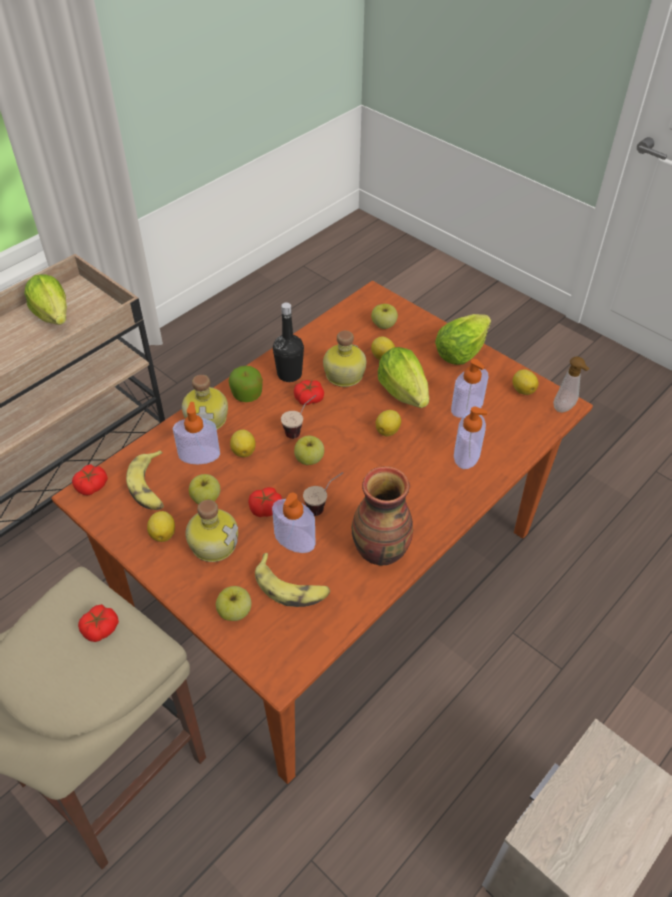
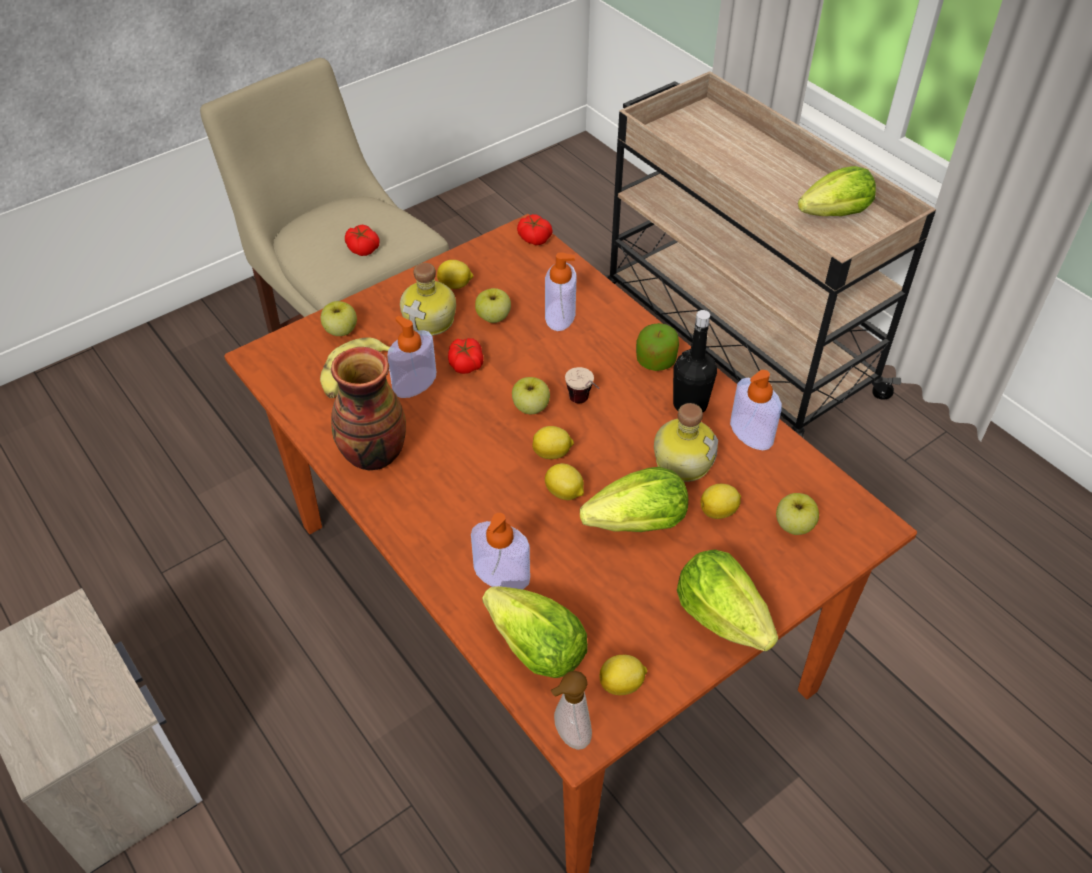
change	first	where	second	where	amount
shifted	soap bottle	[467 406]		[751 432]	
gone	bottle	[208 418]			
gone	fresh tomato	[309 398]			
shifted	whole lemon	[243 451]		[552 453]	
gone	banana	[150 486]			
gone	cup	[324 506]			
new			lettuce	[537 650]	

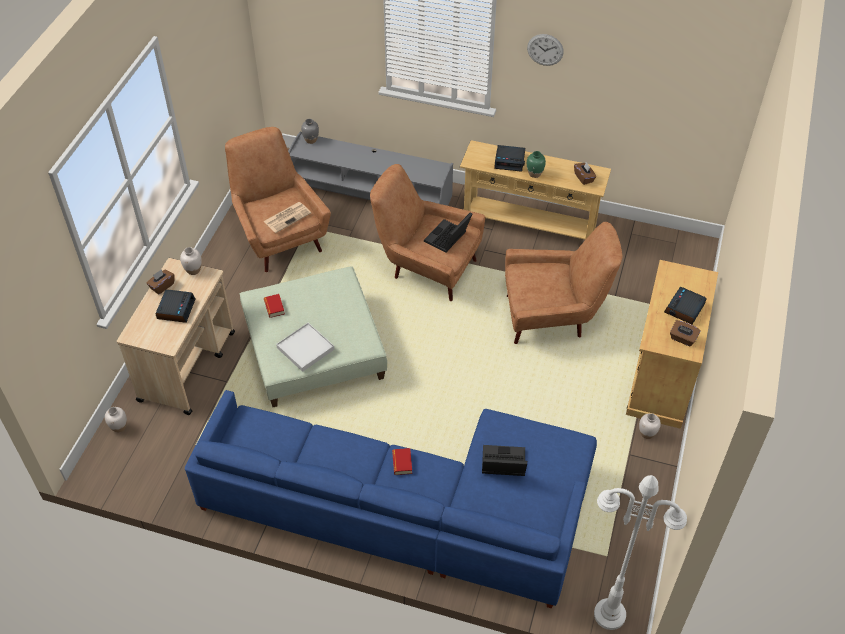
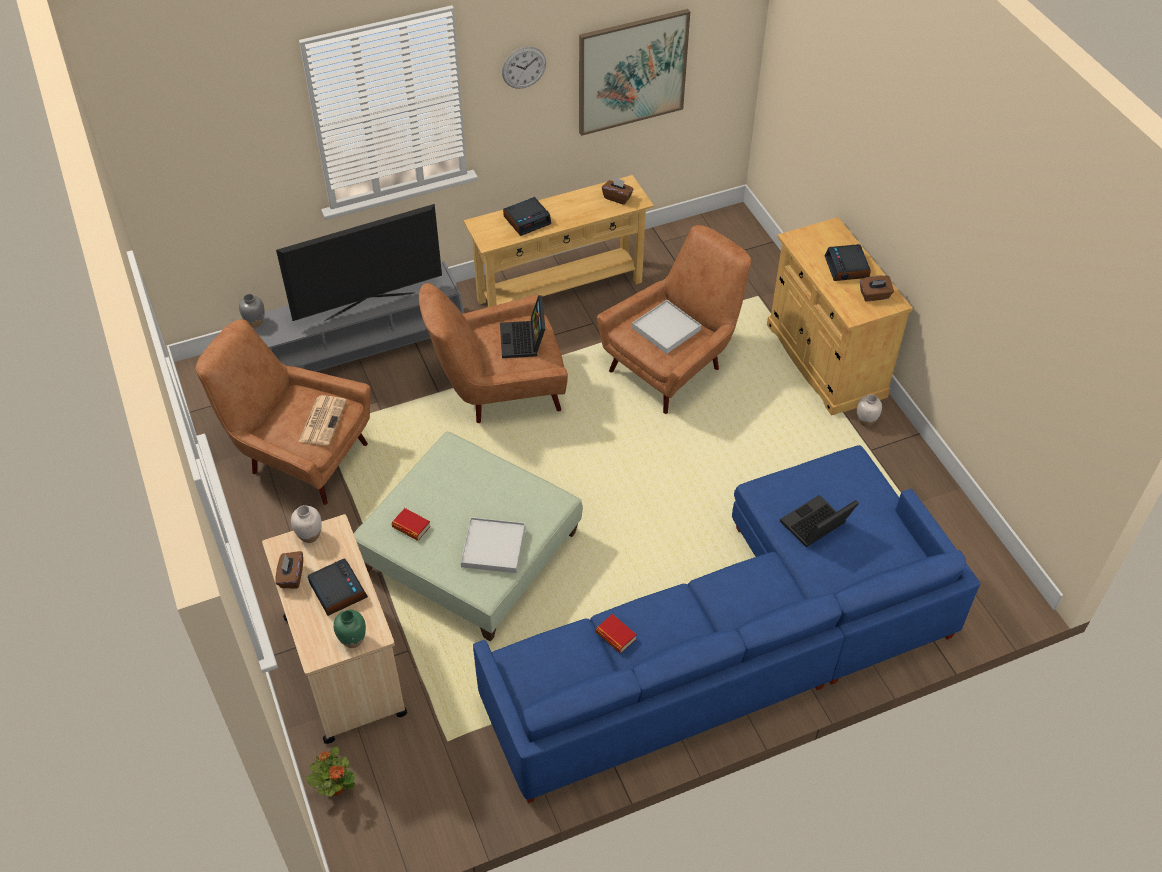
change	first	where	second	where	amount
shifted	green-coloured decorative vase	[534 174]		[352 640]	
swapped	white-coloured decorative vase	[119 427]	potted plant	[335 787]	
shifted	volume	[402 463]		[615 636]	
gone	white-coloured standard lamp	[609 614]			
new			picture	[632 72]	
new			TV	[369 305]	
new			white-coloured tray	[666 329]	

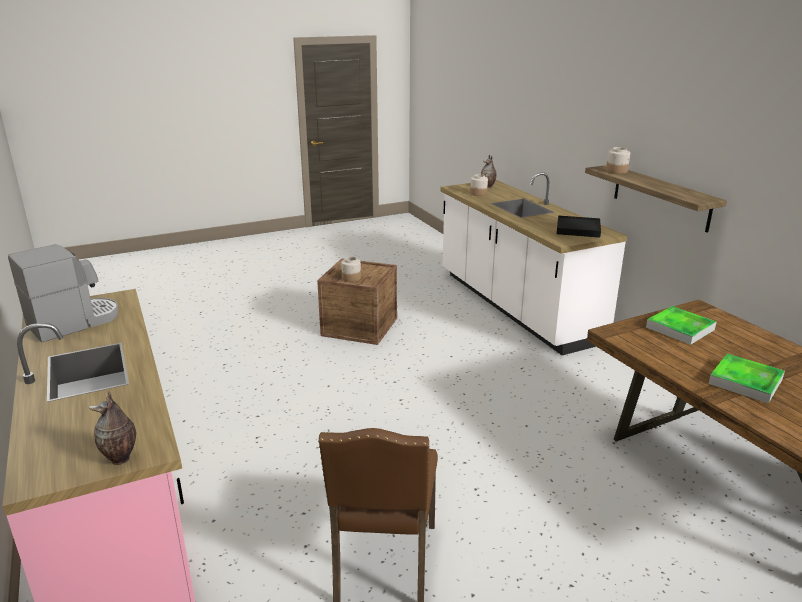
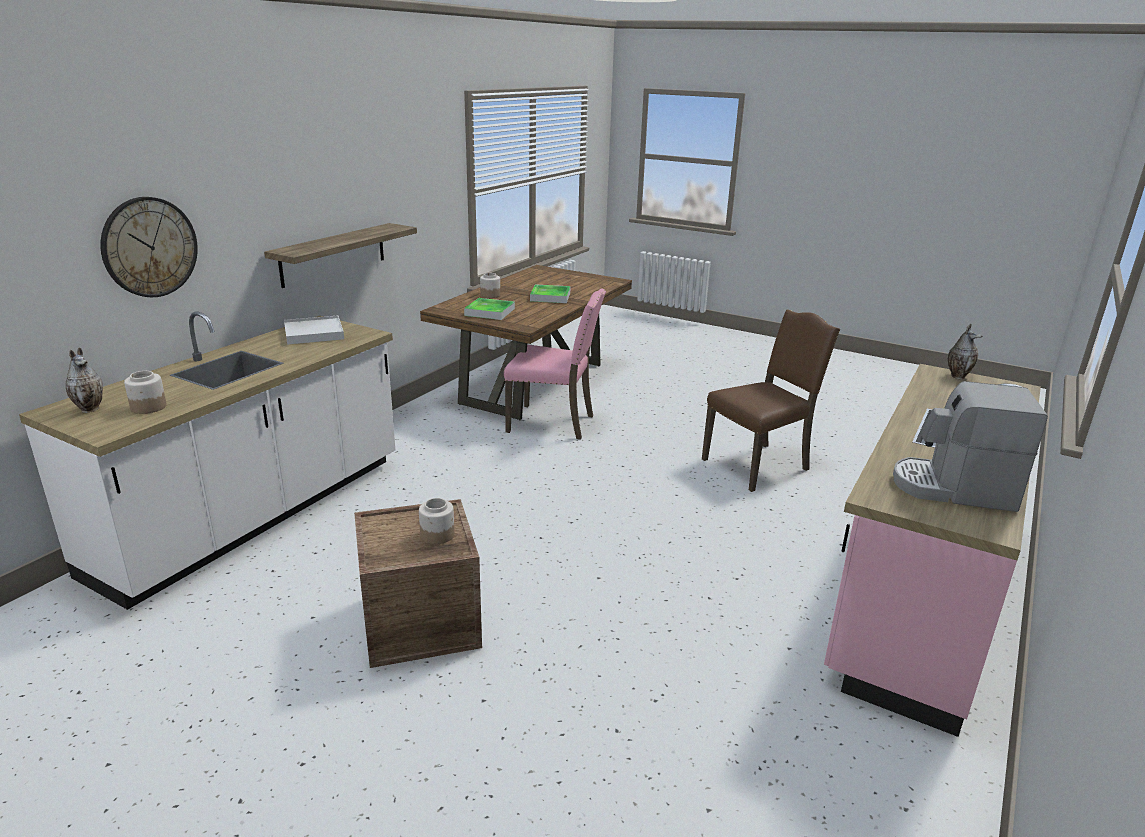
change	first	where	second	where	amount
shifted	preserve jar	[617 171]		[490 295]	
repainted	blackish tray	[578 229]	white-coloured tray	[314 333]	
new			wall clock	[149 247]	
new			pinkish chair	[553 423]	

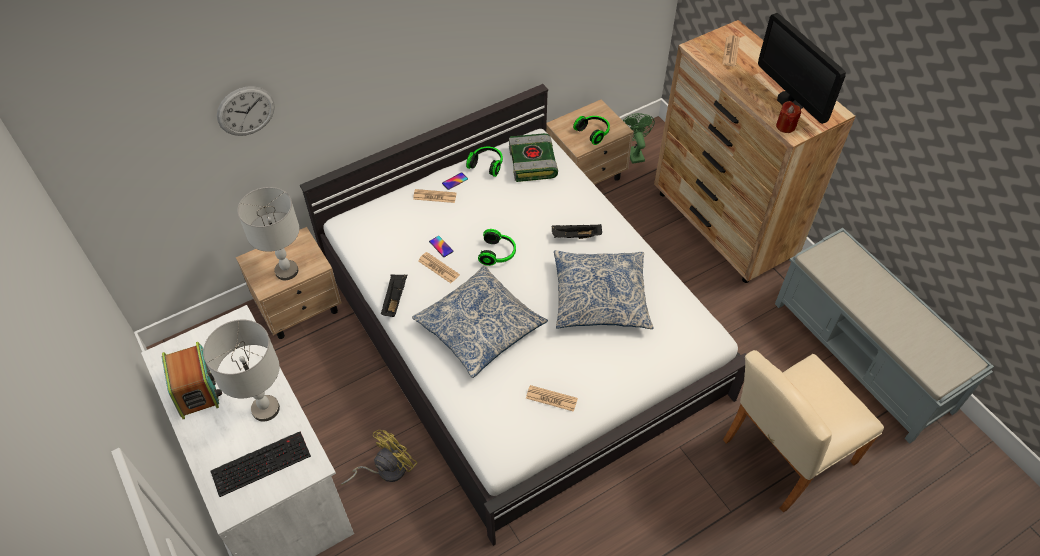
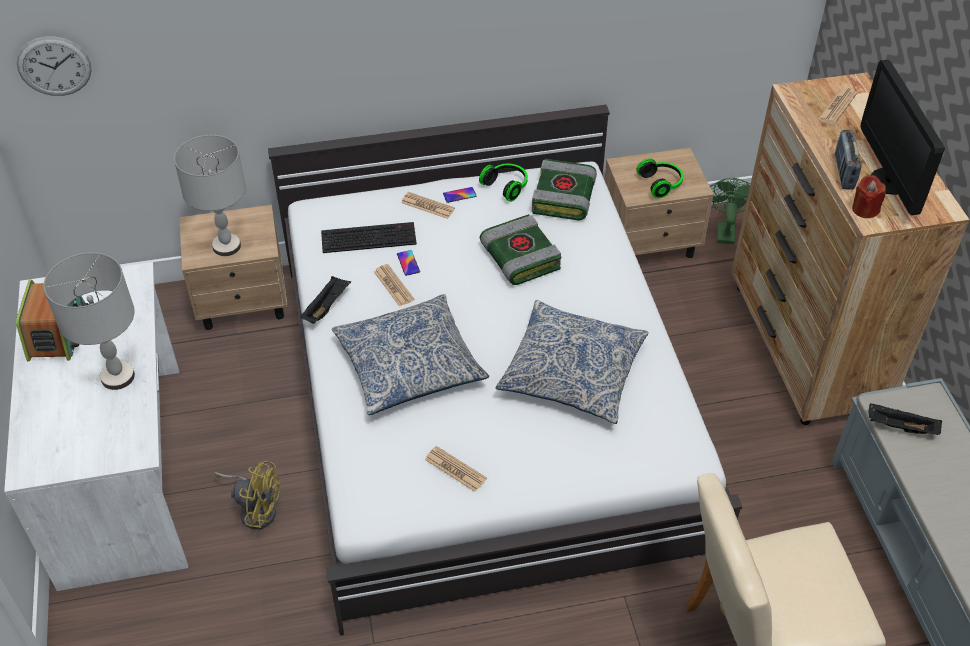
change	first	where	second	where	amount
shifted	wall clock	[246 111]		[54 66]	
shifted	blackish tray	[575 236]		[900 427]	
gone	pair of headphones	[498 253]			
rotated	yellow-coloured cooling fan	[385 470]		[255 509]	45 degrees clockwise
shifted	PC keyboard	[261 462]		[369 237]	
new			radio receiver	[843 172]	
new			volume	[518 257]	

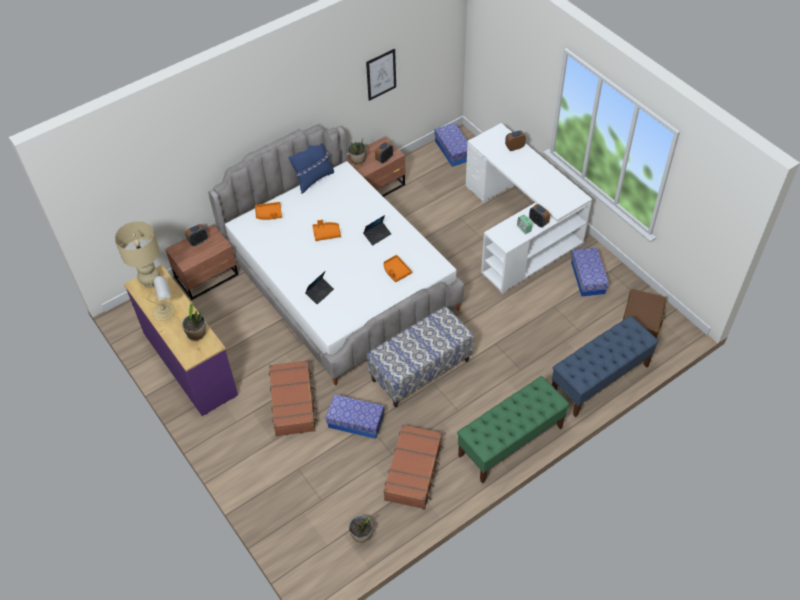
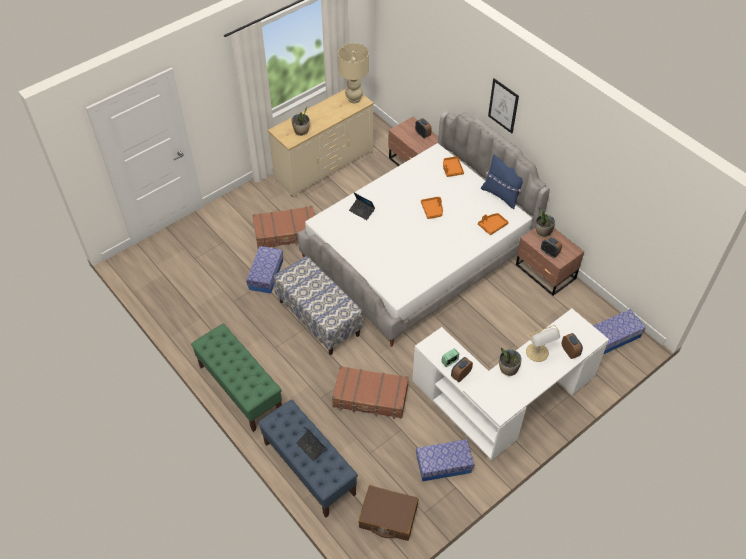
change	first	where	second	where	amount
shifted	picture	[381 74]		[503 106]	
shifted	portable computer	[377 235]		[311 447]	
shifted	orange-coloured tray	[396 271]		[492 225]	
repainted	purplish dresser	[189 364]	beige dresser	[324 166]	
shifted	lamp for a table	[165 311]		[538 353]	
shifted	brown suitcase	[414 471]		[370 397]	
shifted	potted plant	[362 535]		[508 369]	

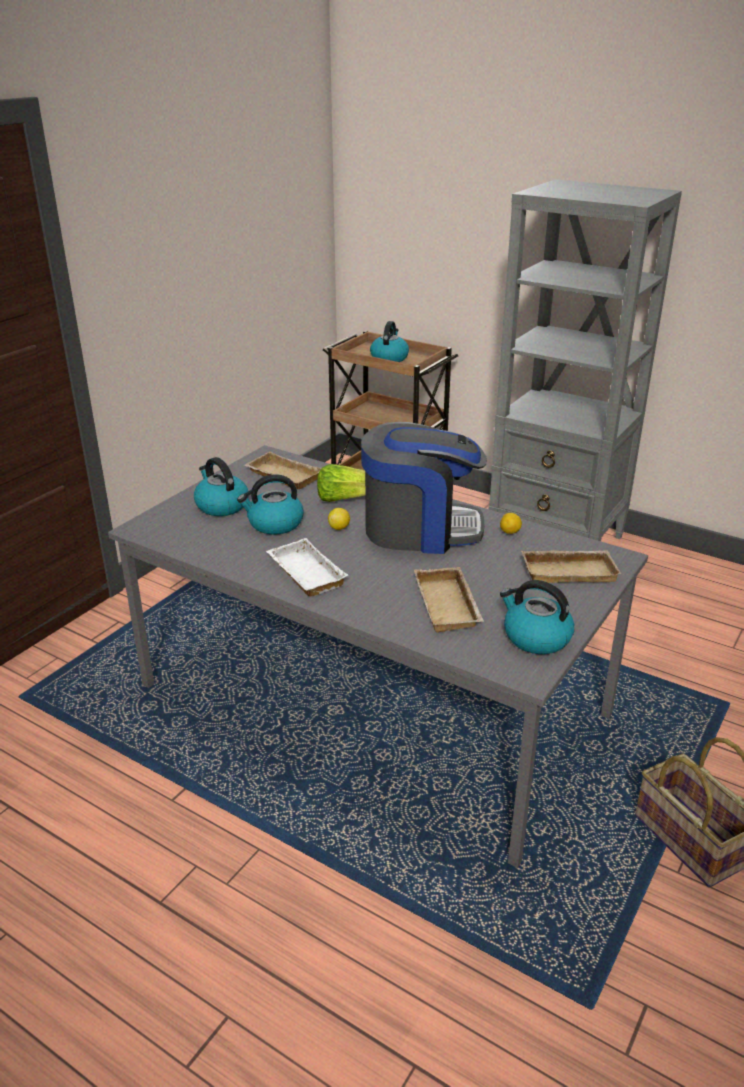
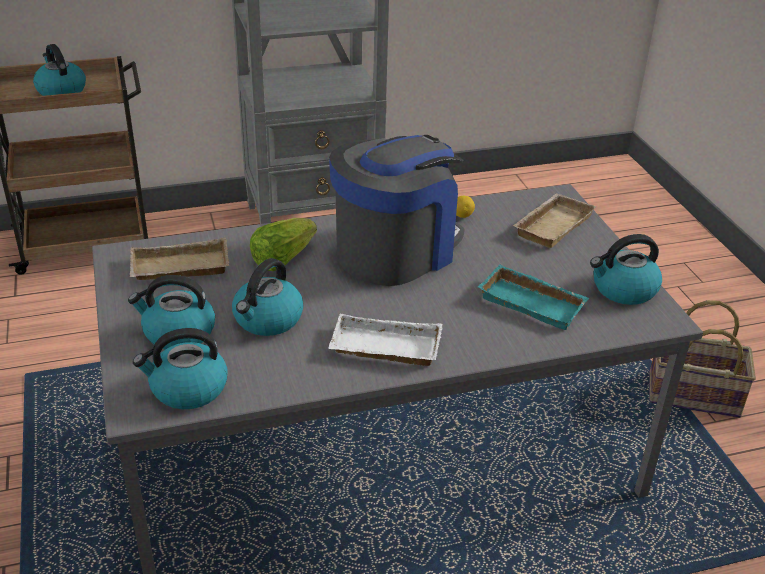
change	first	where	second	where	amount
gone	whole lemon	[339 528]			
repainted	beige tray	[449 605]	blue-green tray	[534 302]	
new			tea kettle	[187 389]	

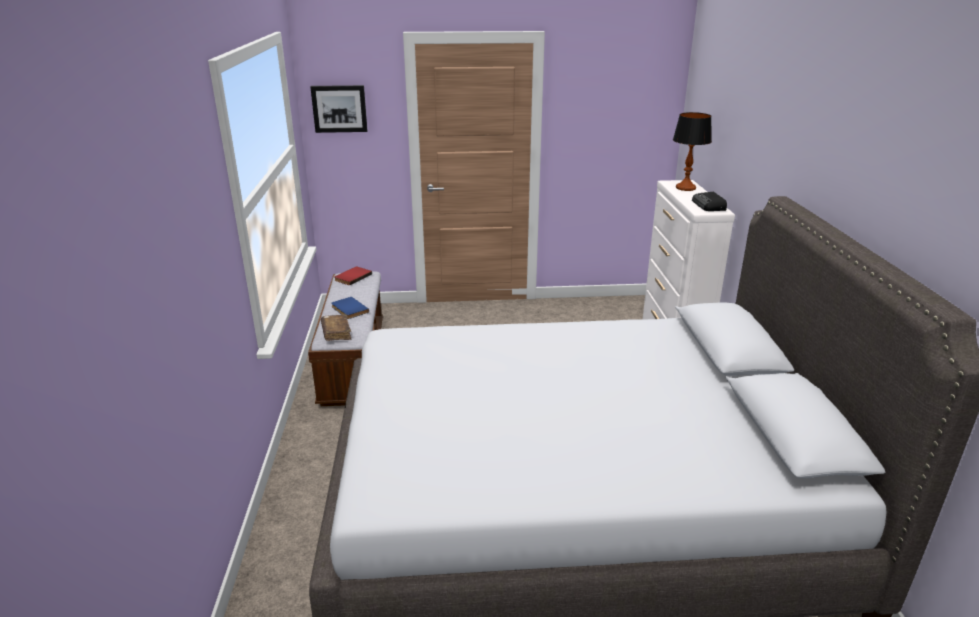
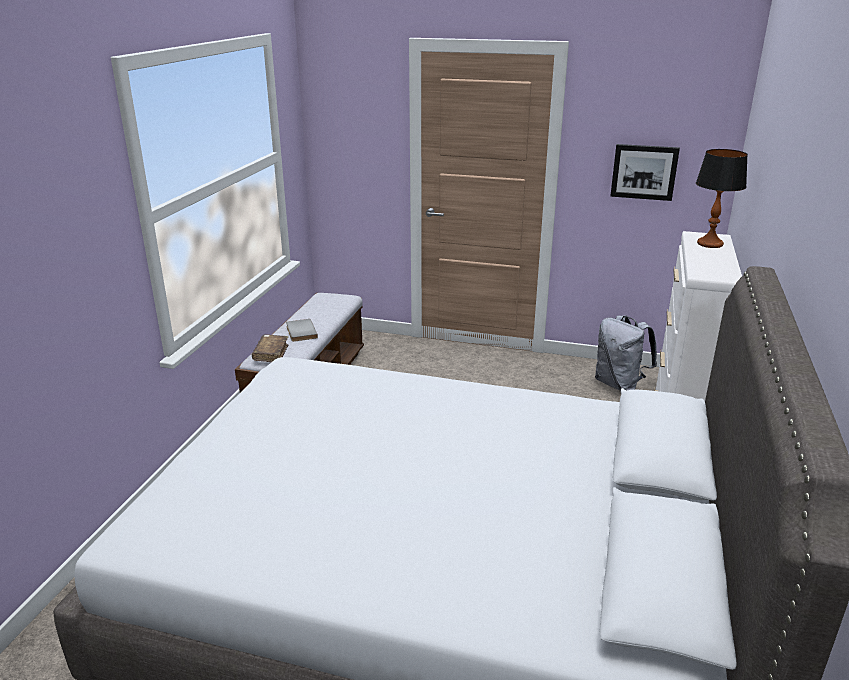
change	first	where	second	where	amount
shifted	picture	[339 108]		[644 172]	
gone	radio receiver	[709 205]			
gone	reddish volume	[352 277]			
repainted	blue volume	[348 309]	grey volume	[300 332]	
new			grey rucksack	[619 384]	

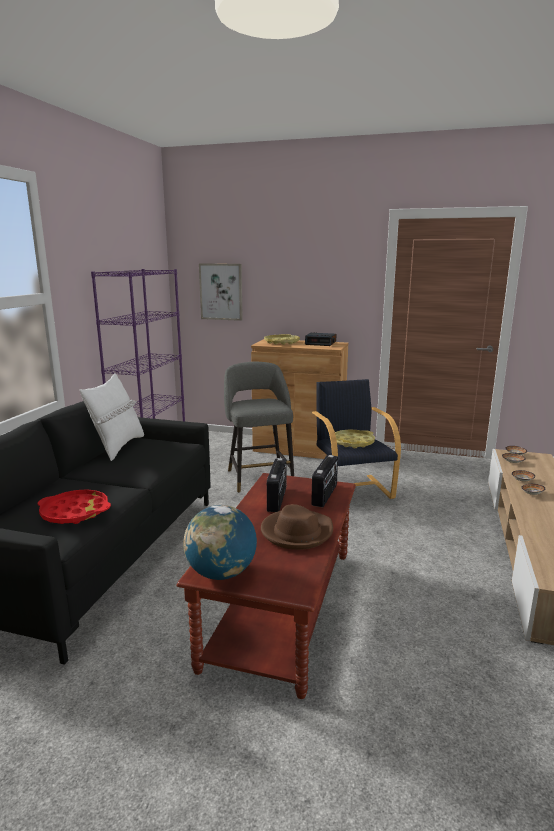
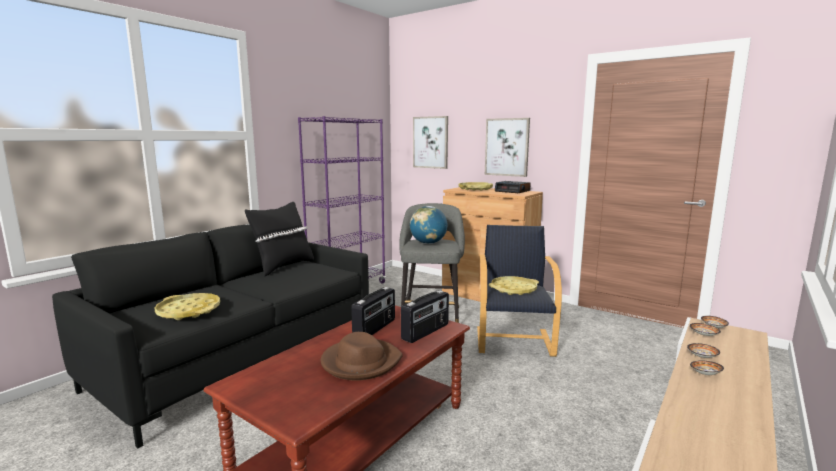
change	first	where	second	where	amount
repainted	white-coloured throw pillow	[117 447]	blackish throw pillow	[283 266]	
repainted	reddish tray	[75 512]	yellow-coloured tray	[189 311]	
shifted	world globe	[221 573]		[428 243]	
new			picture	[507 147]	

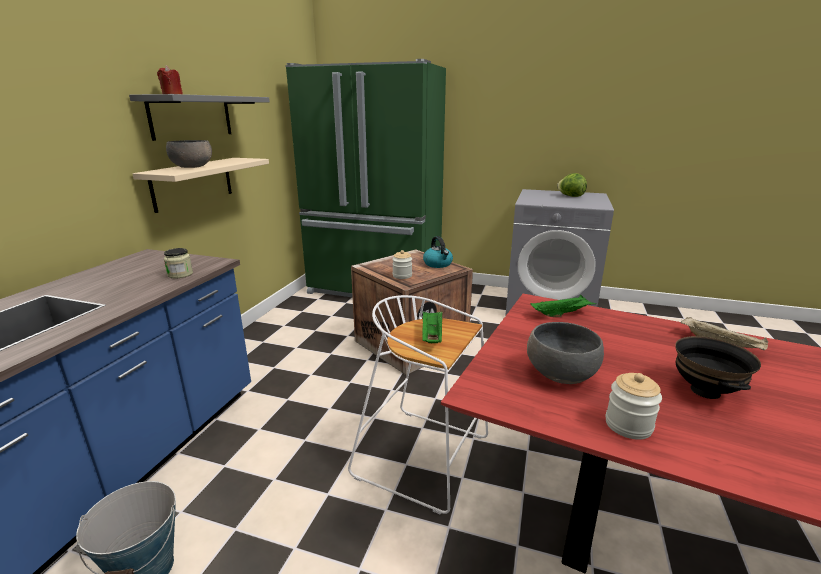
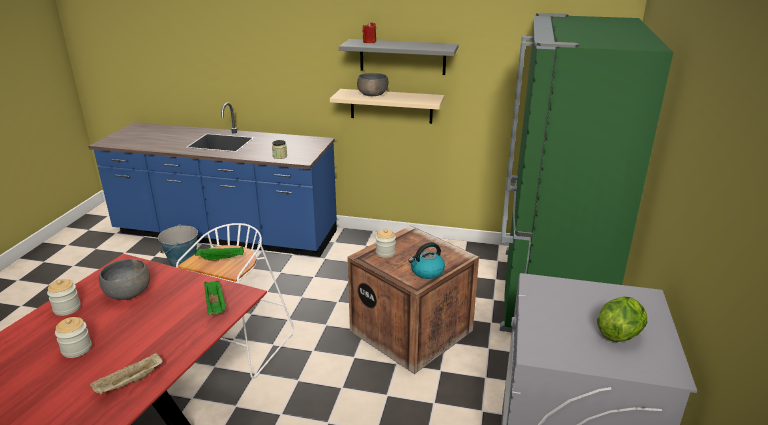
change	first	where	second	where	amount
swapped	blackish bowl	[706 391]	preserve jar	[76 349]	

